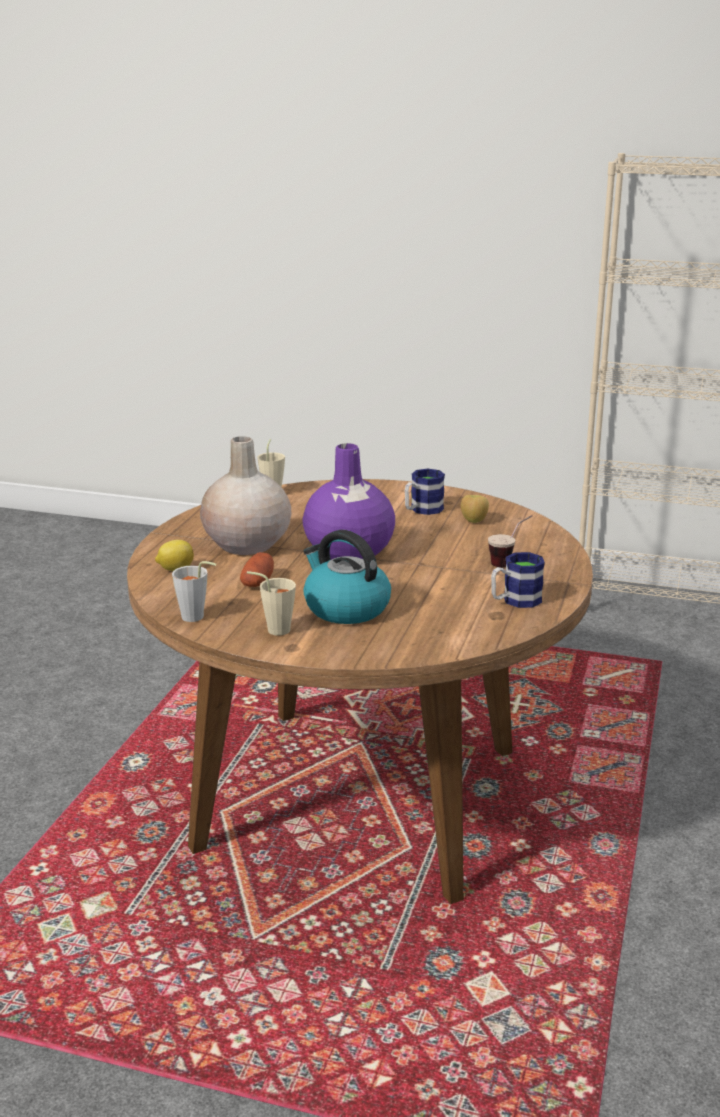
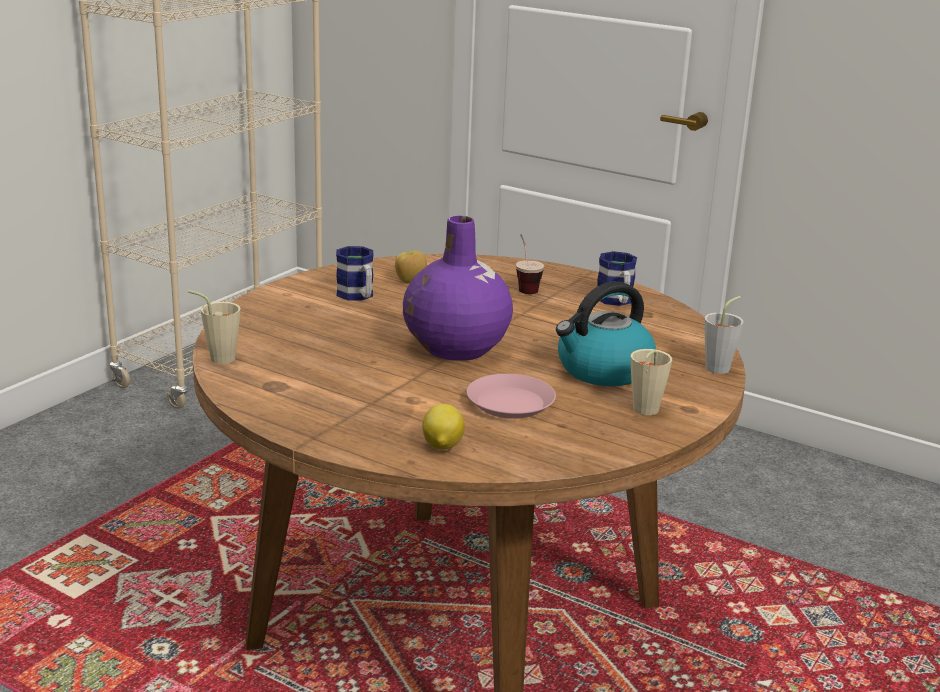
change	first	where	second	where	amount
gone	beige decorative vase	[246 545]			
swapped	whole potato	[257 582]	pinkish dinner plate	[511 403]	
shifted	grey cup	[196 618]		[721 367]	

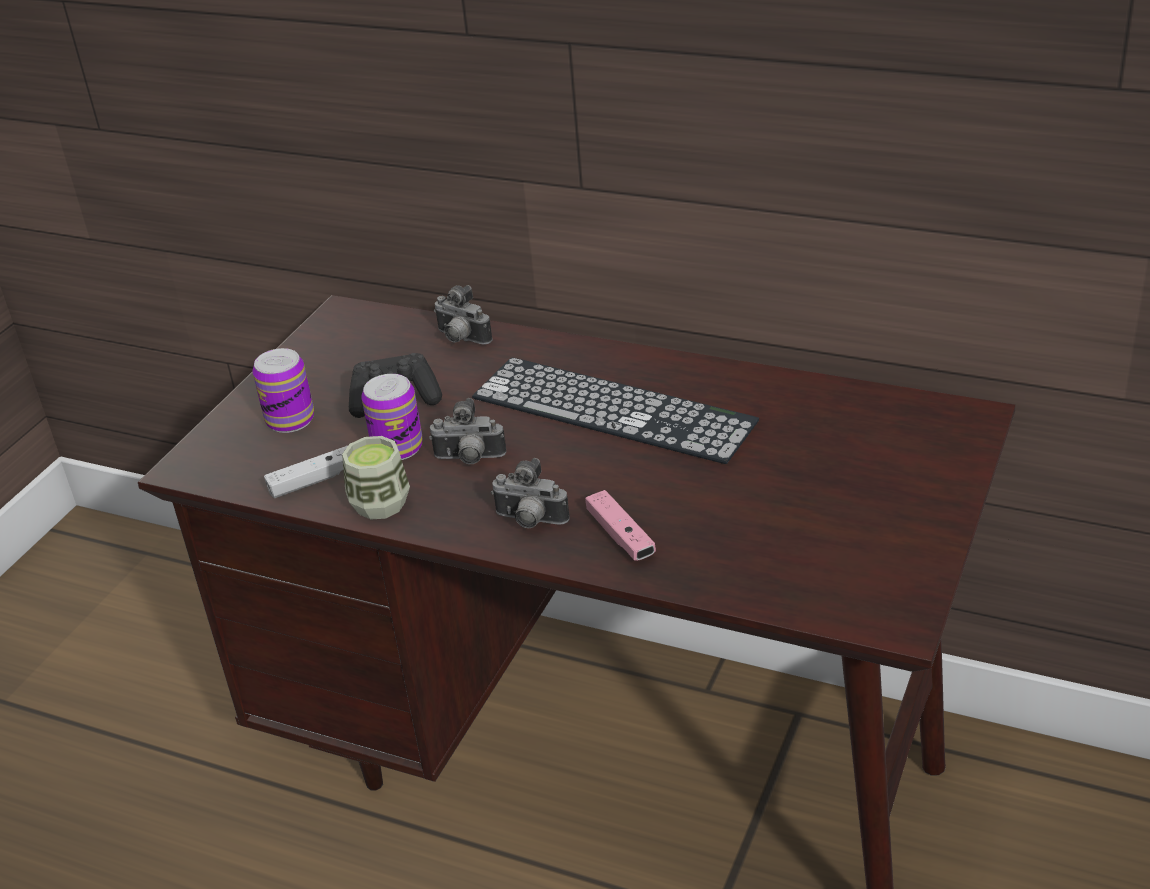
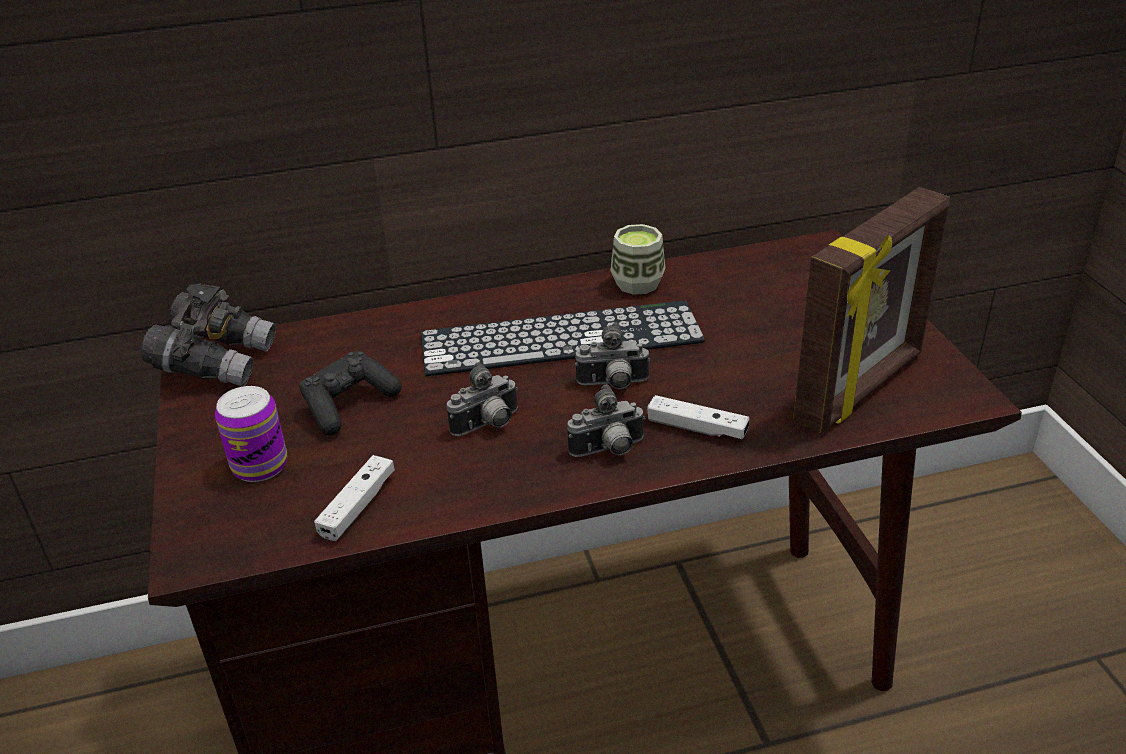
change	first	where	second	where	amount
shifted	still camera	[461 339]		[613 385]	
gone	can	[397 447]			
shifted	cup	[380 504]		[637 283]	
repainted	pinkish game controller	[620 536]	white-coloured game controller	[697 428]	
new			photo frame	[861 389]	
new			grey binoculars	[216 362]	

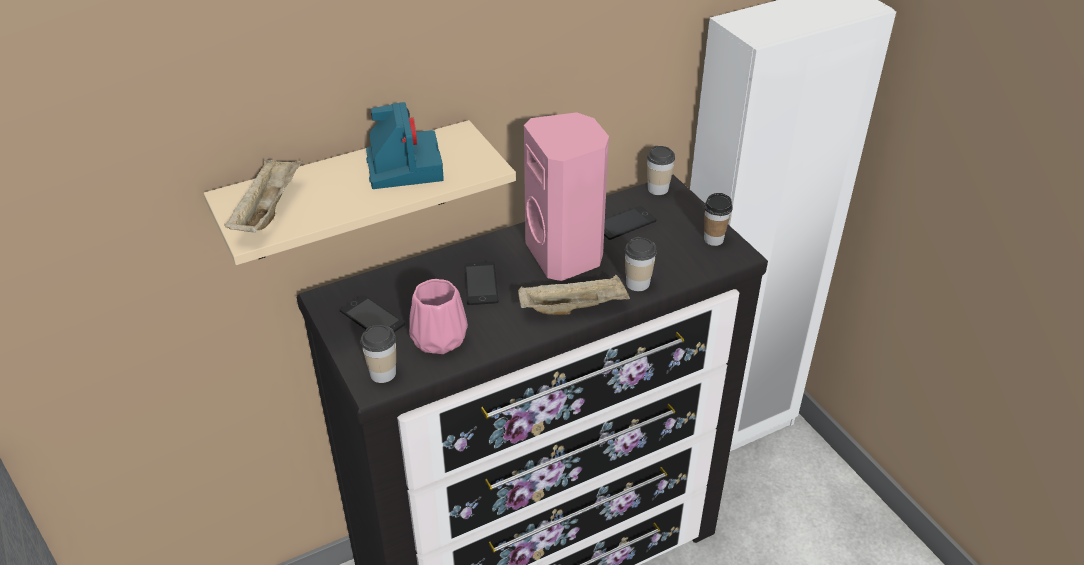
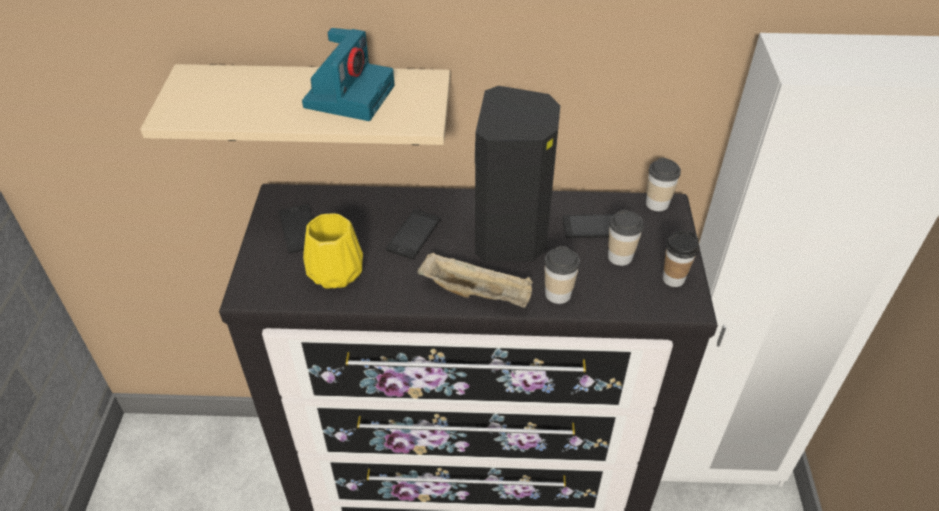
change	first	where	second	where	amount
repainted	pinkish audio speaker	[566 255]	blackish audio speaker	[512 237]	
gone	beige tray	[268 210]			
repainted	pinkish decorative vase	[439 340]	yellow-coloured decorative vase	[334 273]	
shifted	cup	[383 373]		[620 257]	

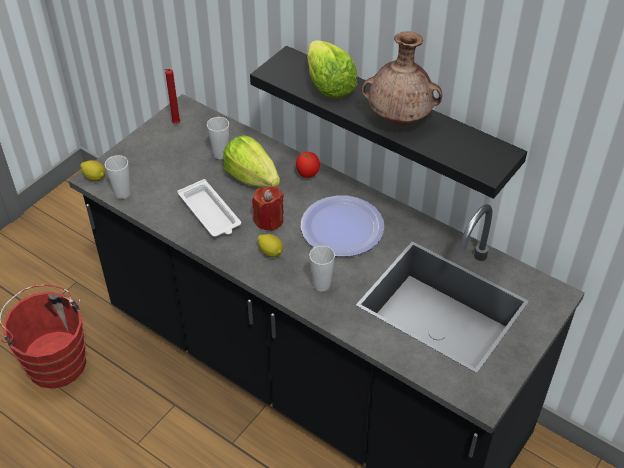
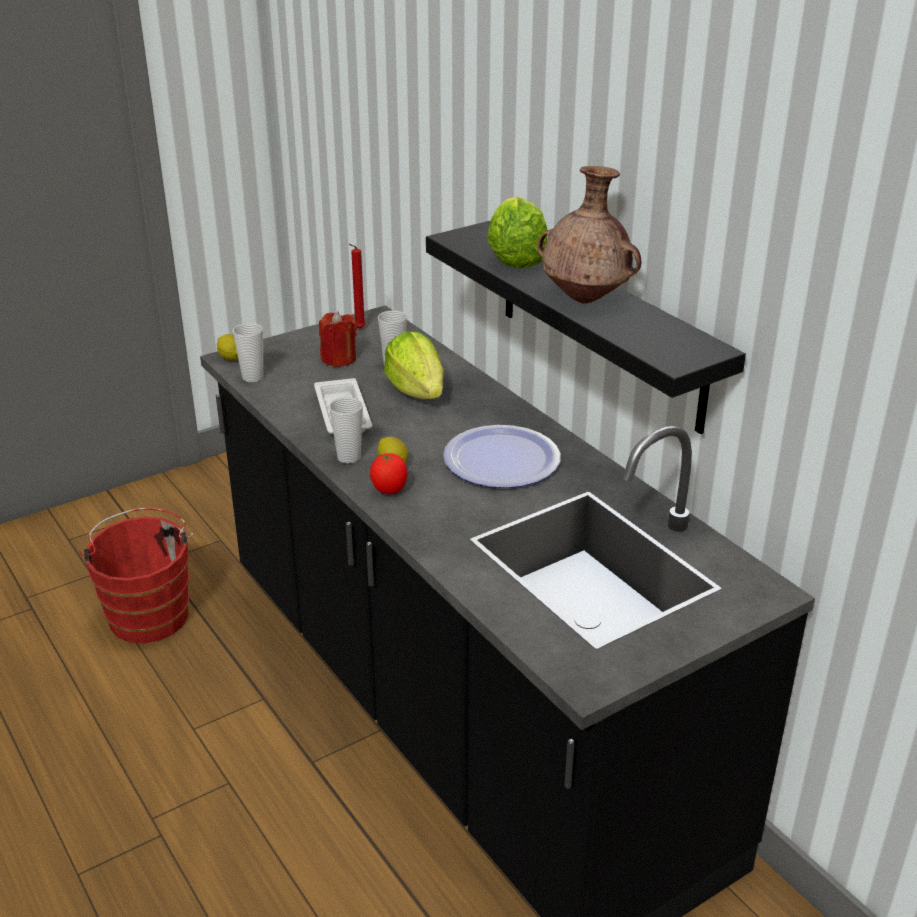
change	first	where	second	where	amount
shifted	fresh tomato	[307 175]		[389 491]	
shifted	reddish wax candle	[269 220]		[338 359]	
shifted	cup	[321 285]		[349 457]	

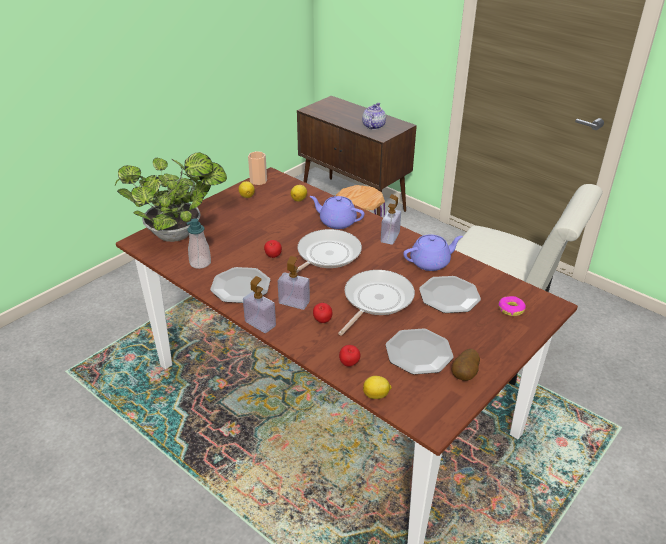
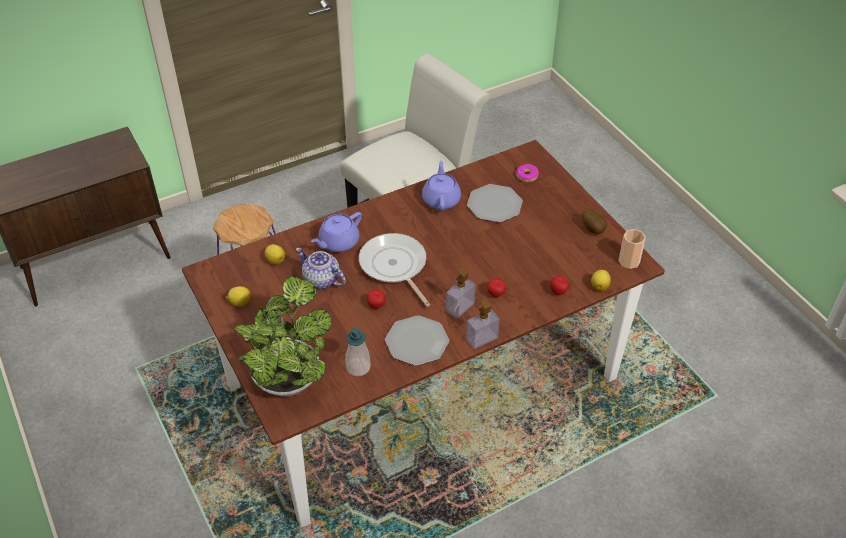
change	first	where	second	where	amount
shifted	pot for tea	[373 126]		[321 280]	
shifted	cup	[258 181]		[629 261]	
gone	soap bottle	[390 237]			
gone	frying pan	[376 300]			
gone	dinner plate	[419 353]			

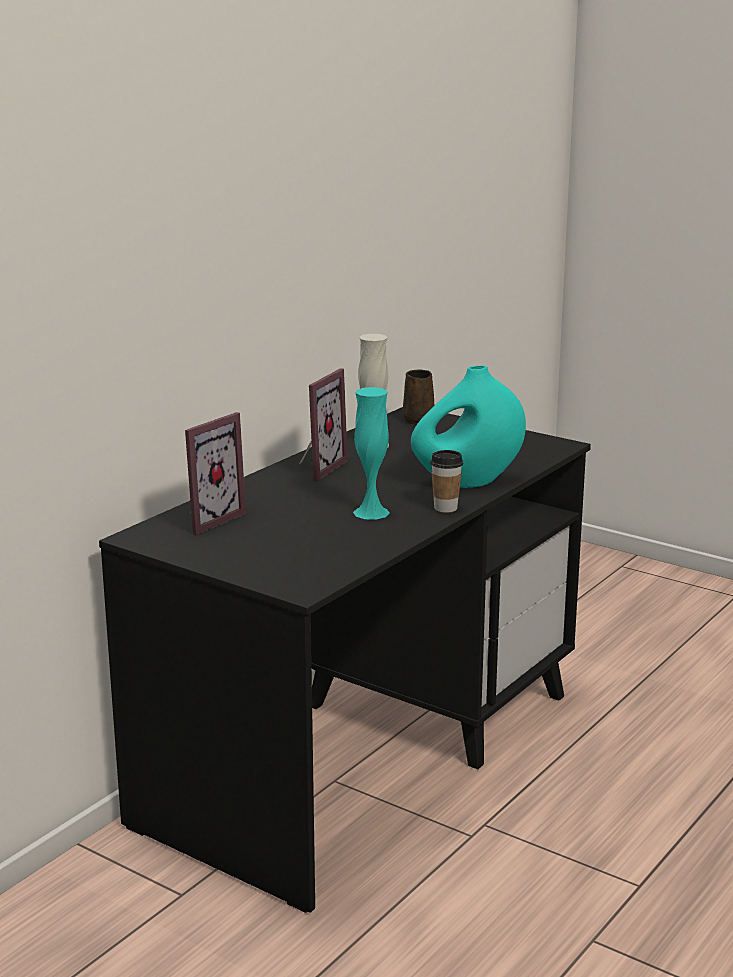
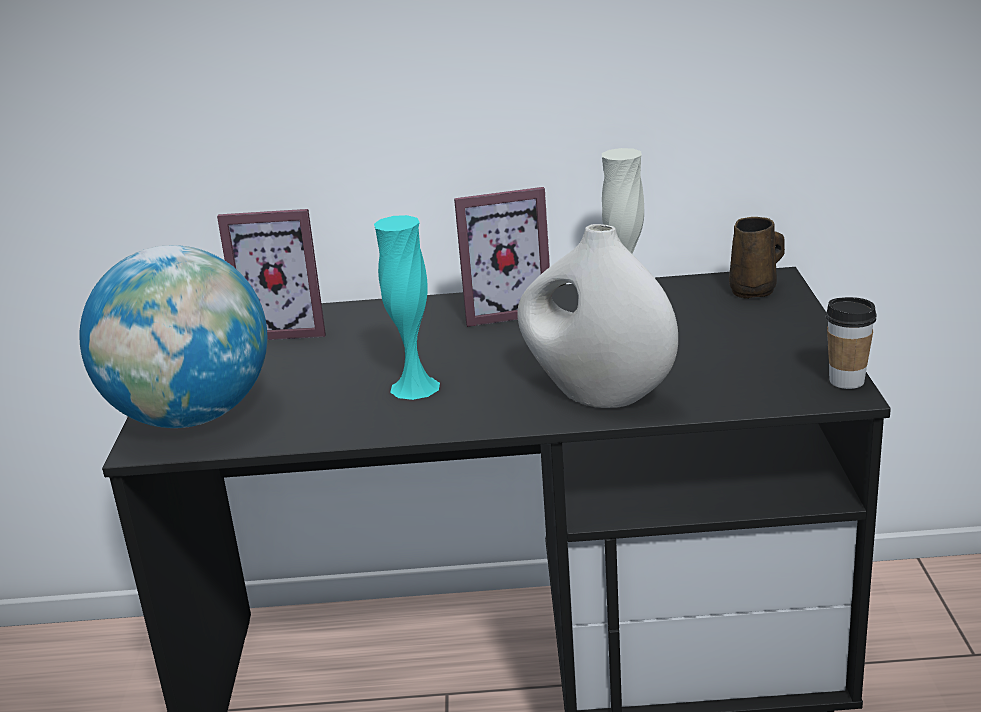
change	first	where	second	where	amount
repainted	blue-green decorative vase	[467 482]	white-coloured decorative vase	[597 395]	
shifted	cup	[445 508]		[846 381]	
new			world globe	[192 417]	

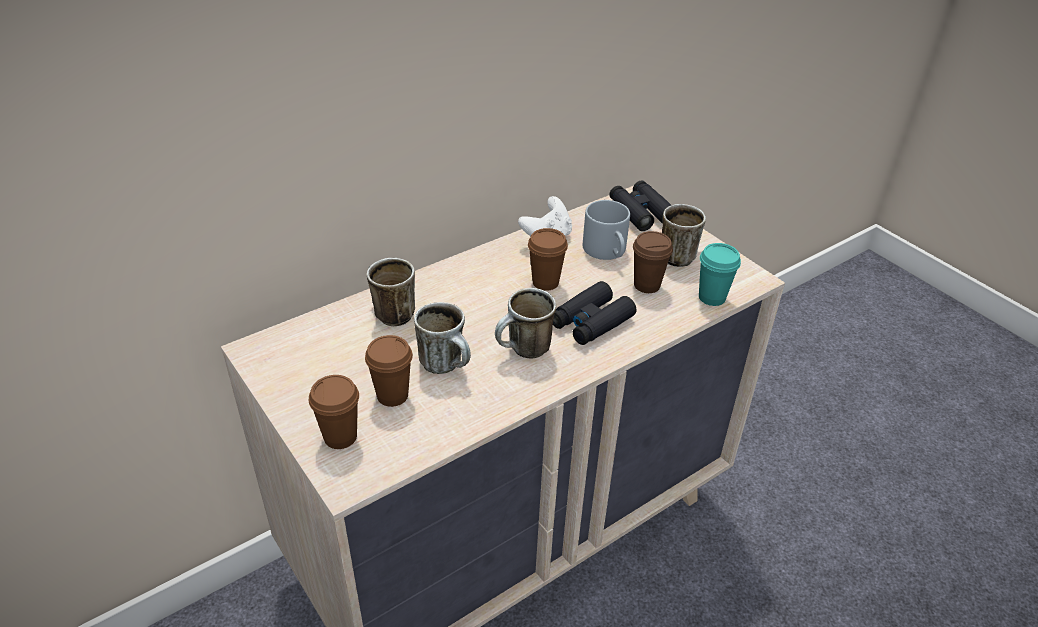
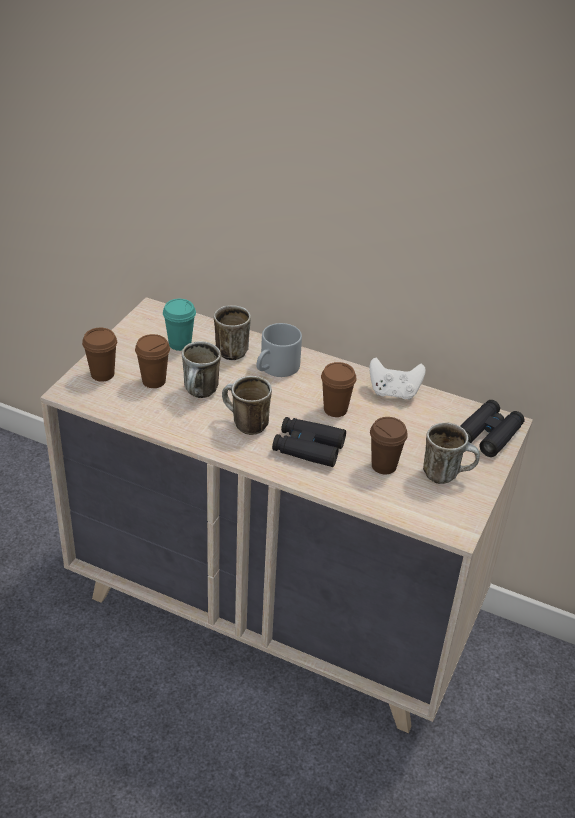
change	first	where	second	where	amount
shifted	grey coffee mug	[608 251]		[276 369]	
shifted	blue-green cup	[712 297]		[180 344]	

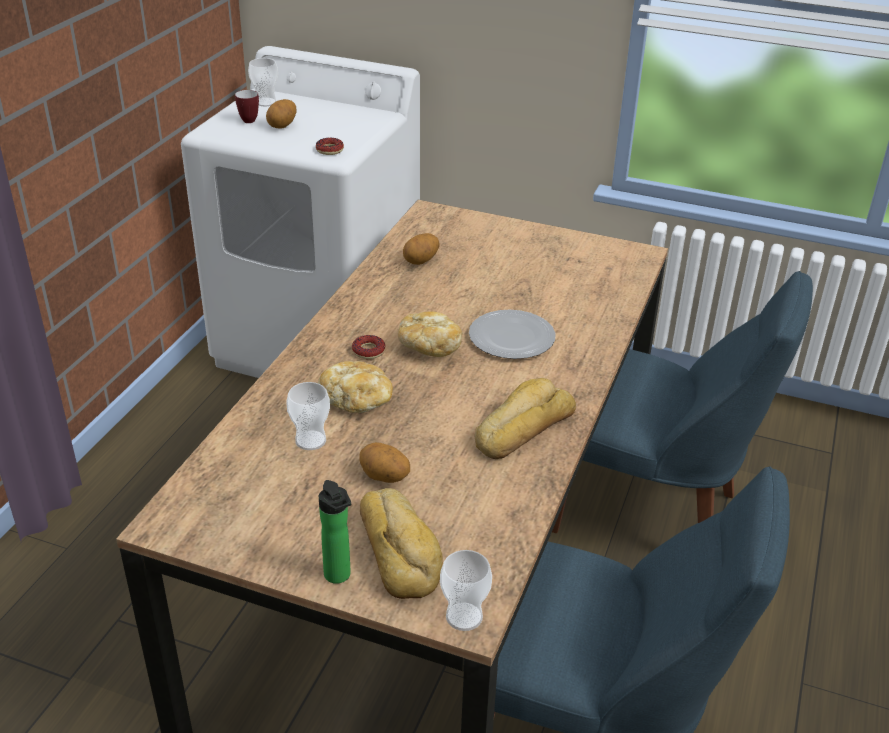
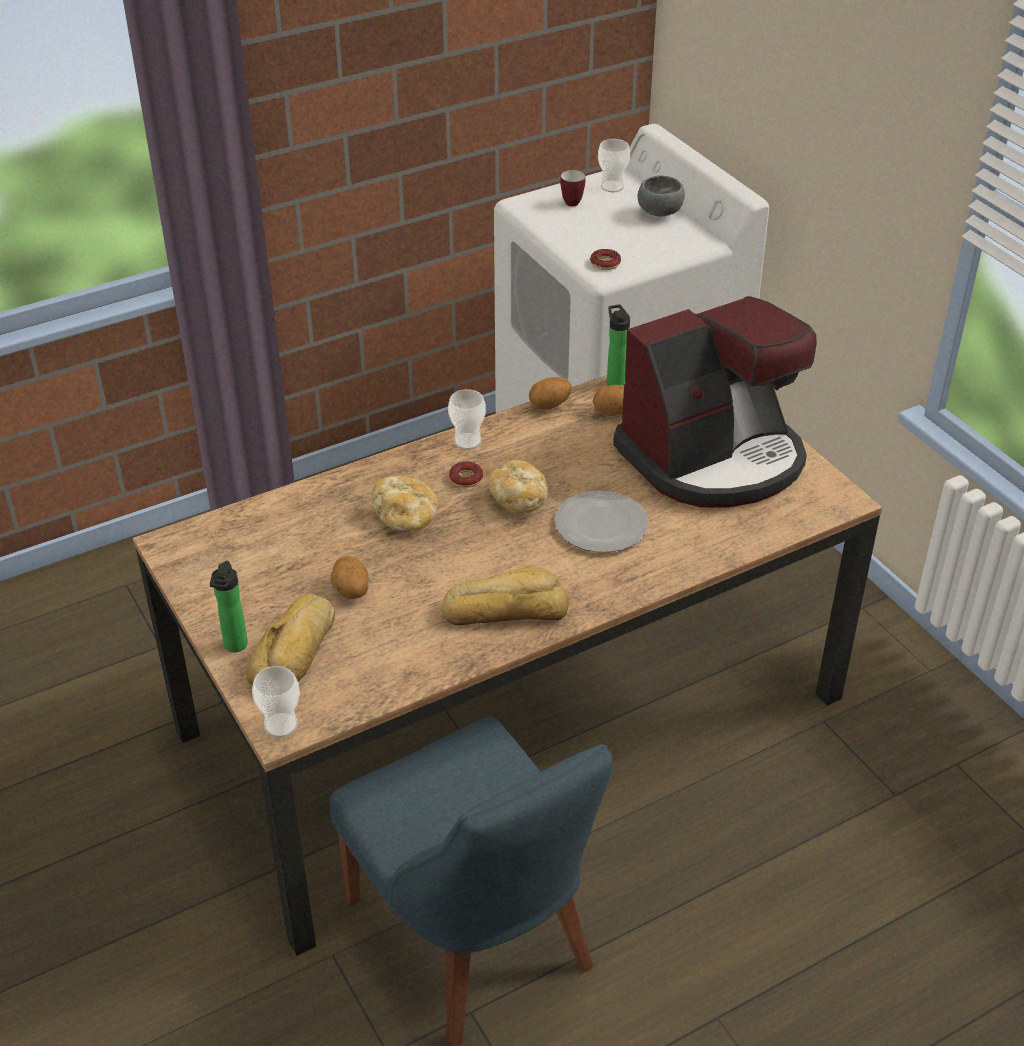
change	first	where	second	where	amount
shifted	whole potato	[282 126]		[550 406]	
gone	blue chair	[654 514]			
shifted	cup	[310 440]		[467 441]	
new			grey bowl	[661 212]	
new			coffee brewer	[714 458]	
new			bottle	[615 381]	

